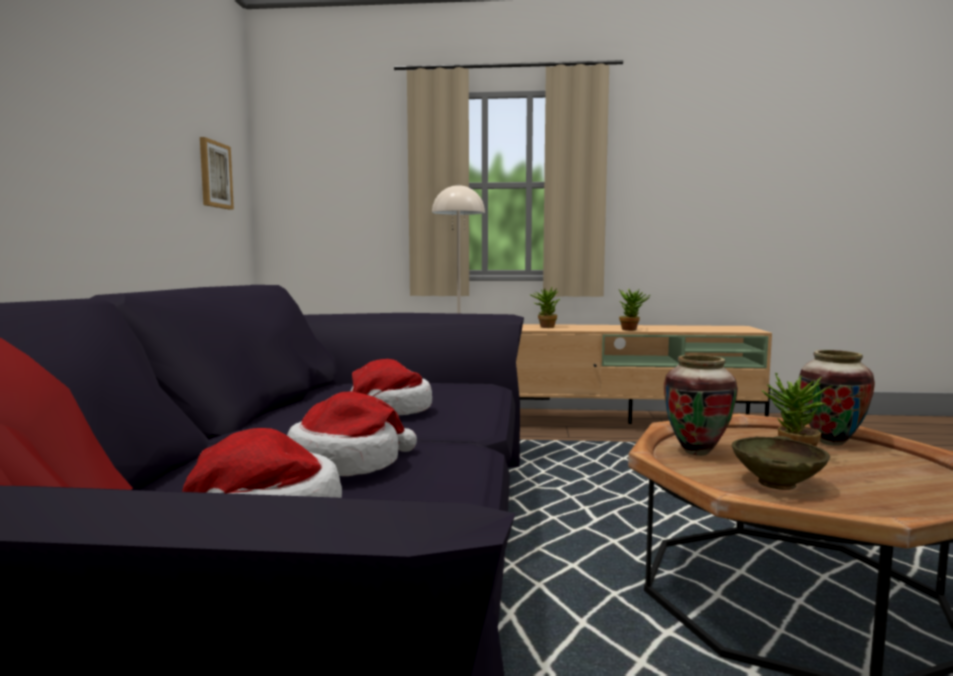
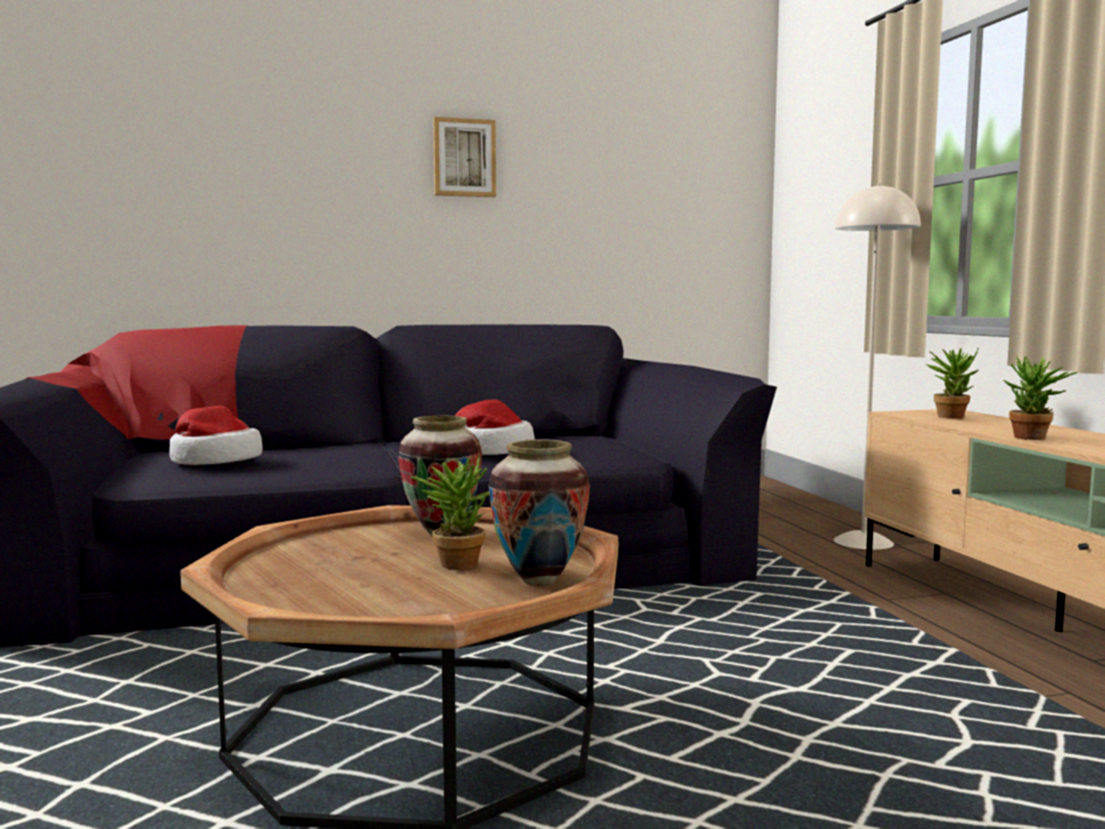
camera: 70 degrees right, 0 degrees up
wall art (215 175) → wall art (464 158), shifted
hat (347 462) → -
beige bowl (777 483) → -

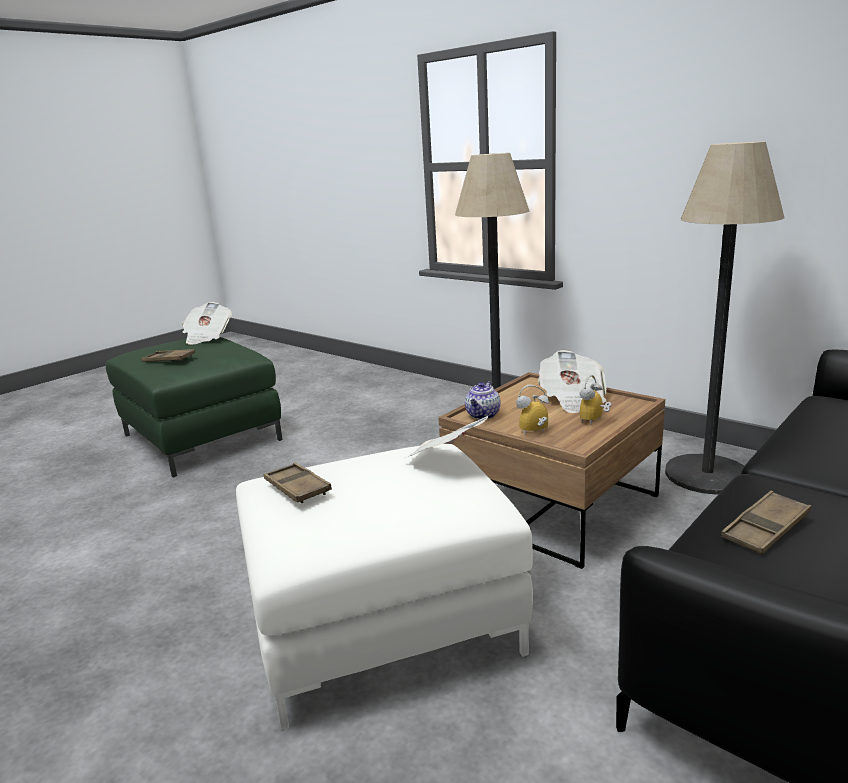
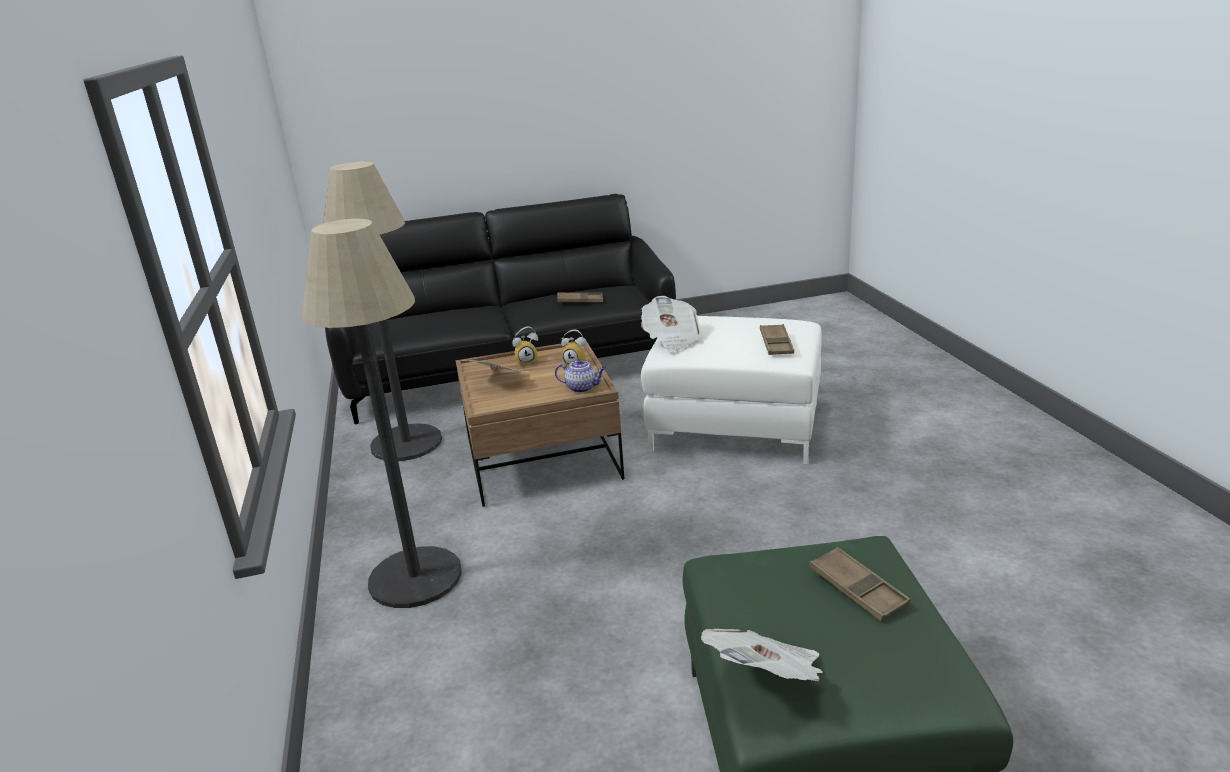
camera: 145 degrees left, 5 degrees up
pot for tea (483 415) → pot for tea (582 388), 45 degrees clockwise

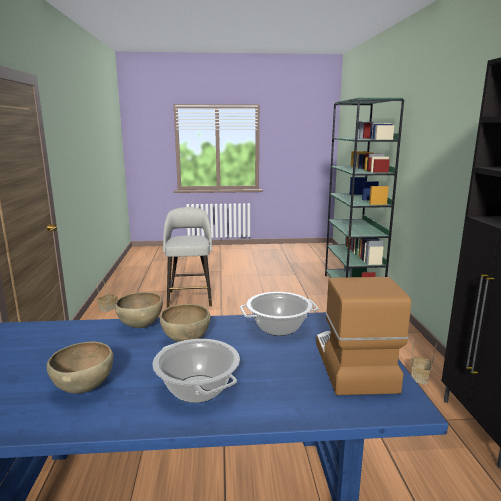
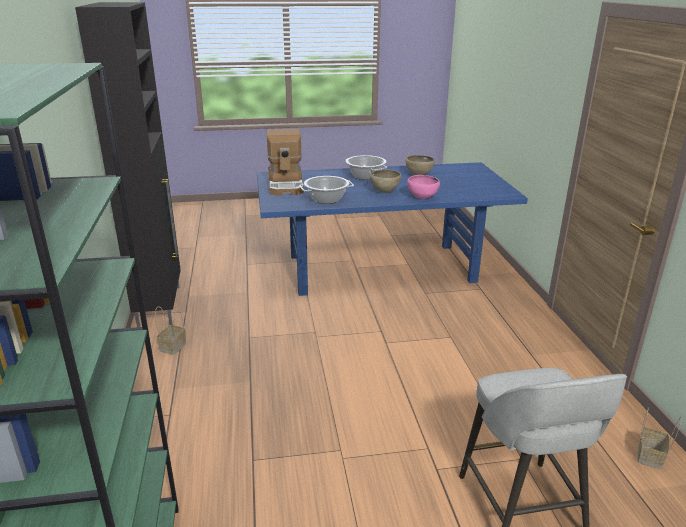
camera: 175 degrees right, 10 degrees up
brownish bowl (141 326) → pinkish bowl (422 198)

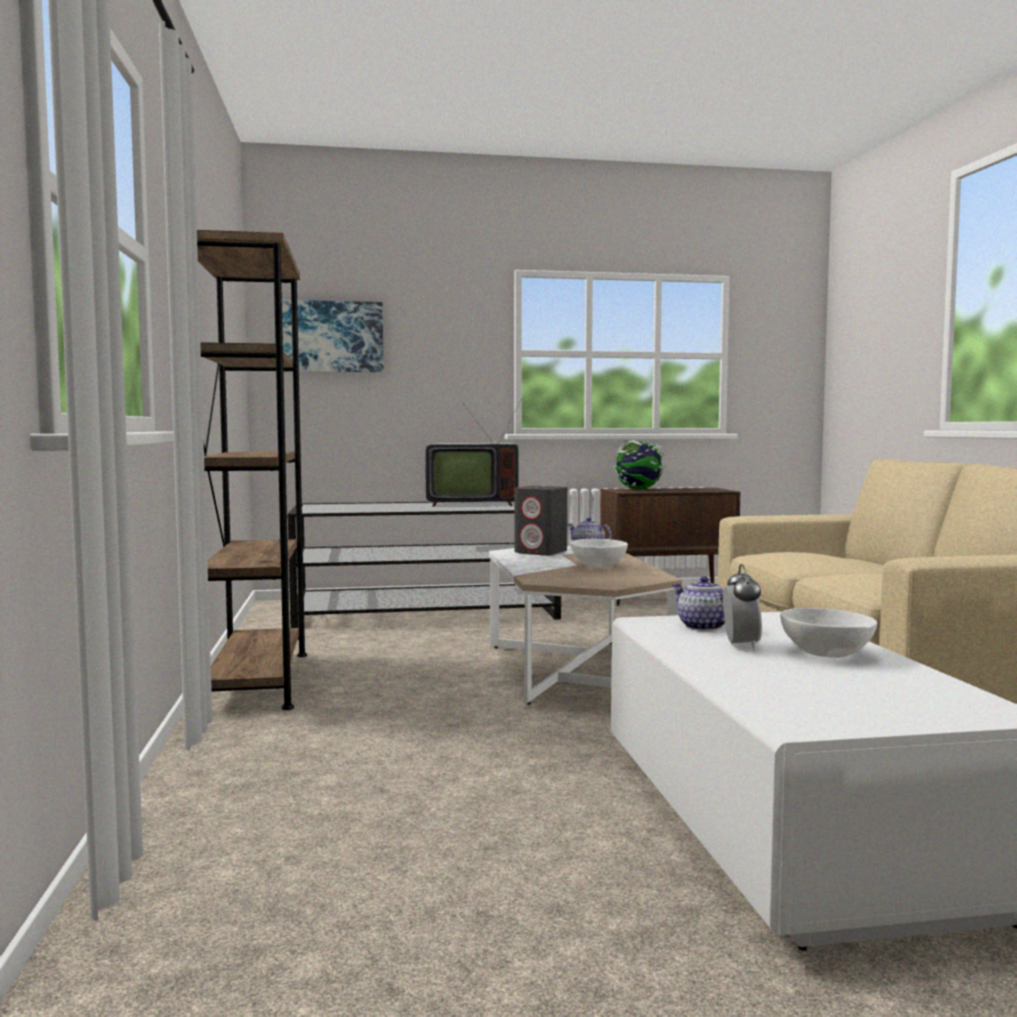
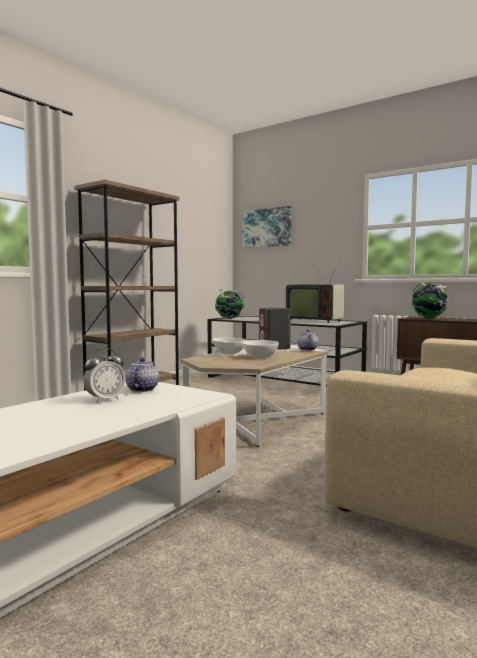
camera: 45 degrees right, 0 degrees up
white bowl (826 653) → white bowl (229 353), shifted
- → globe (229 318)

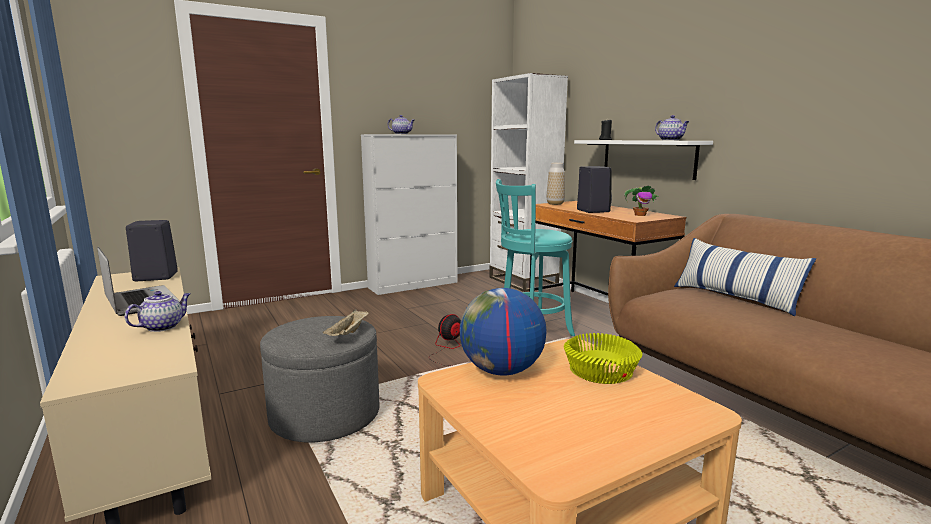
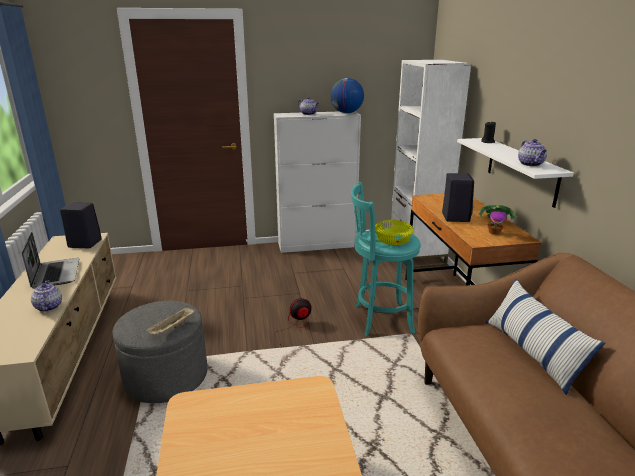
camera: 20 degrees right, 10 degrees up
decorative vase (555 204) → -
globe (501 371) → globe (346 113), shifted
pot for tea (163 327) → pot for tea (48 306), 75 degrees counterclockwise
yellow-coloured bowl (601 372) → yellow-coloured bowl (392 239), shifted

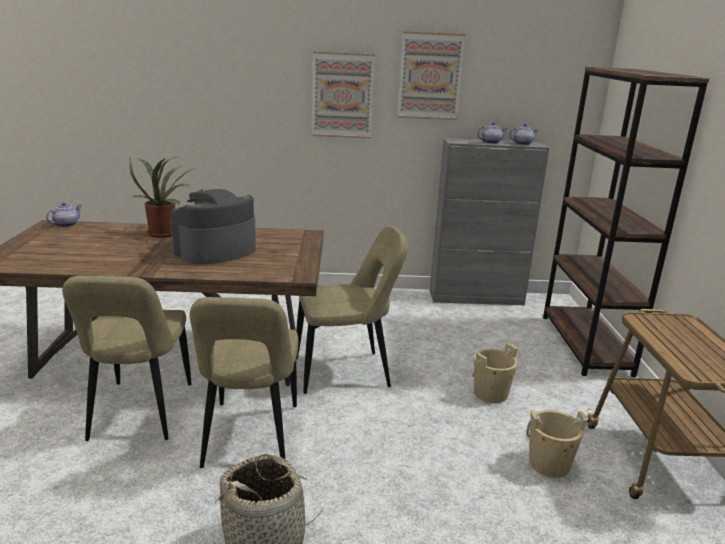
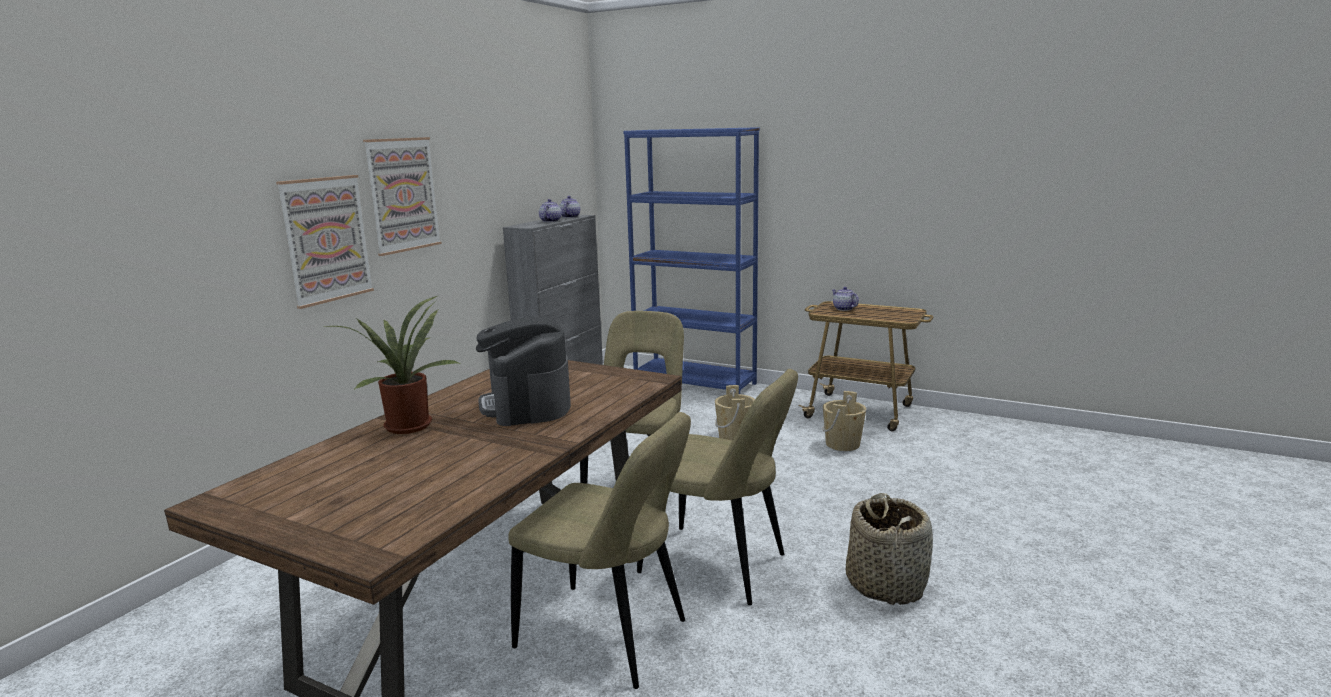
camera: 60 degrees left, 5 degrees down
wall art (430 76) → wall art (326 239), shifted
brownish bookcase (585 345) → bluish bookcase (695 383)
pot for tea (66 224) → pot for tea (843 309), shifted

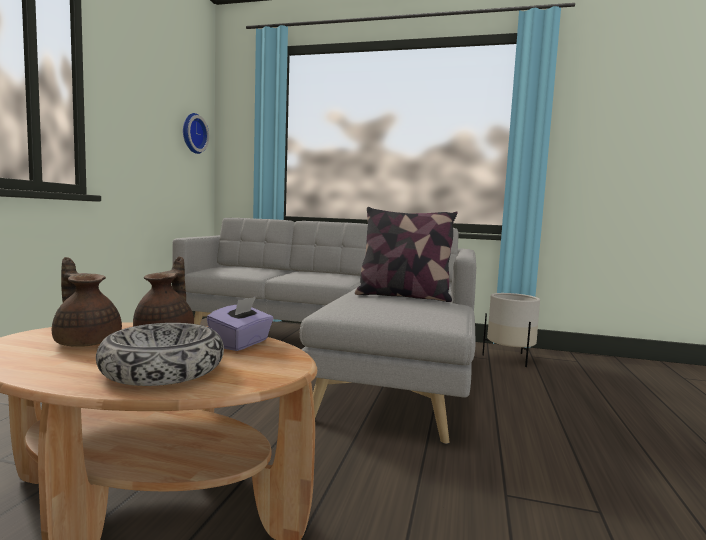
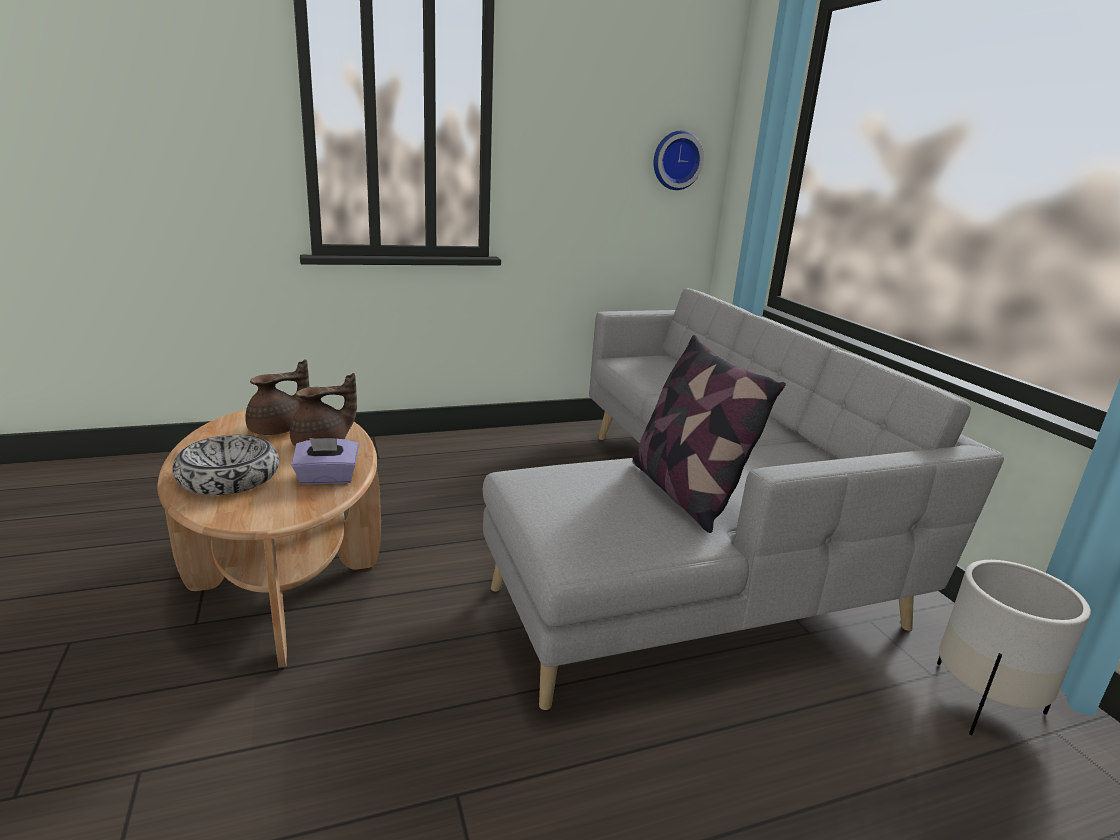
camera: 55 degrees right, 15 degrees up
brownish pot for tea (87 341) → brownish pot for tea (278 430), 45 degrees clockwise

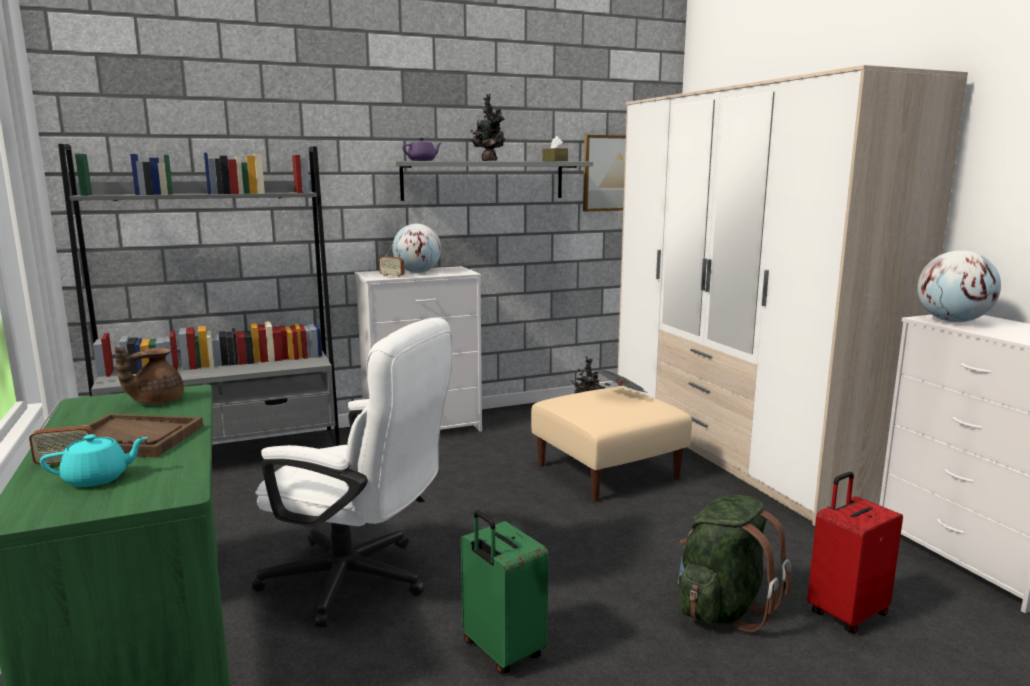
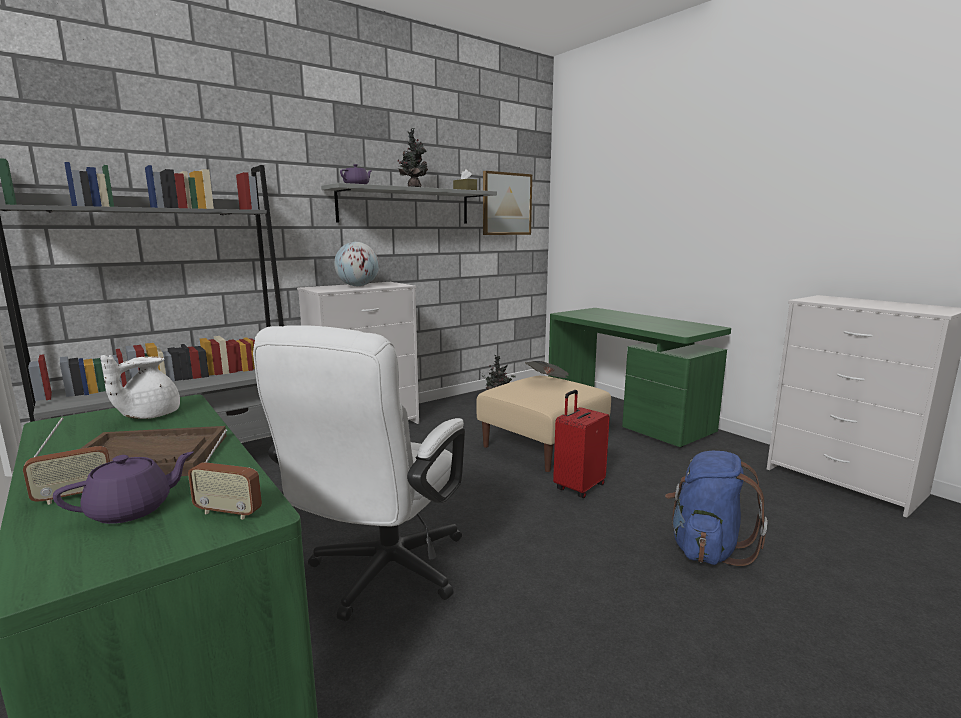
camera: 15 degrees left, 0 degrees up
armoire (736 449) → greenish desk unit (627 418)
radio receiver (392 276) → radio receiver (228 512), shifted
globe (952 321) → -
white desk chair (360 581) → white desk chair (380 576), 105 degrees clockwise
brownish pot for tea (155 401) → white pot for tea (148 415)
blue-green pot for tea (97 478) → purple-coloured pot for tea (132 510)
red piece of luggage (846 613) → red piece of luggage (578 487), shifted
greenish knapsack (723 608) → bluish knapsack (706 548)
greenish piece of luggage (501 651) → -

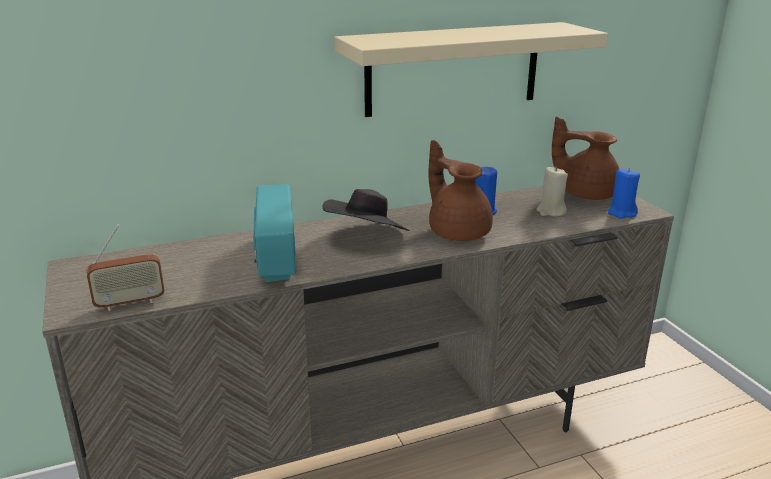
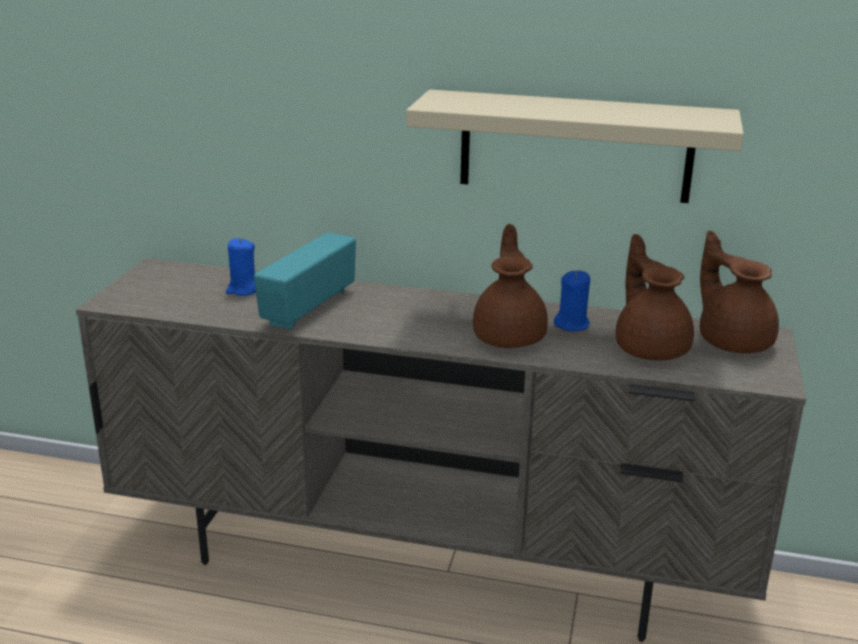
camera: 35 degrees right, 0 degrees up
beige wax candle (551 211) → brownish pot for tea (650 347)
bluish wax candle (621 213) → bluish wax candle (243 290), shifted
blackish hat (366 237) → -
radio receiver (130 303) → -

